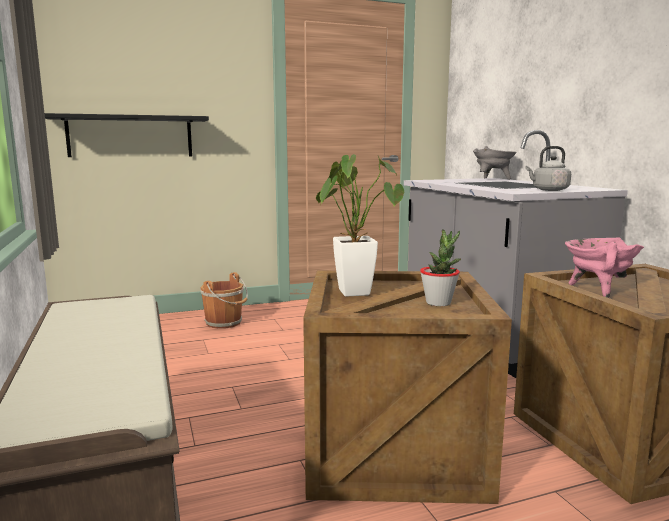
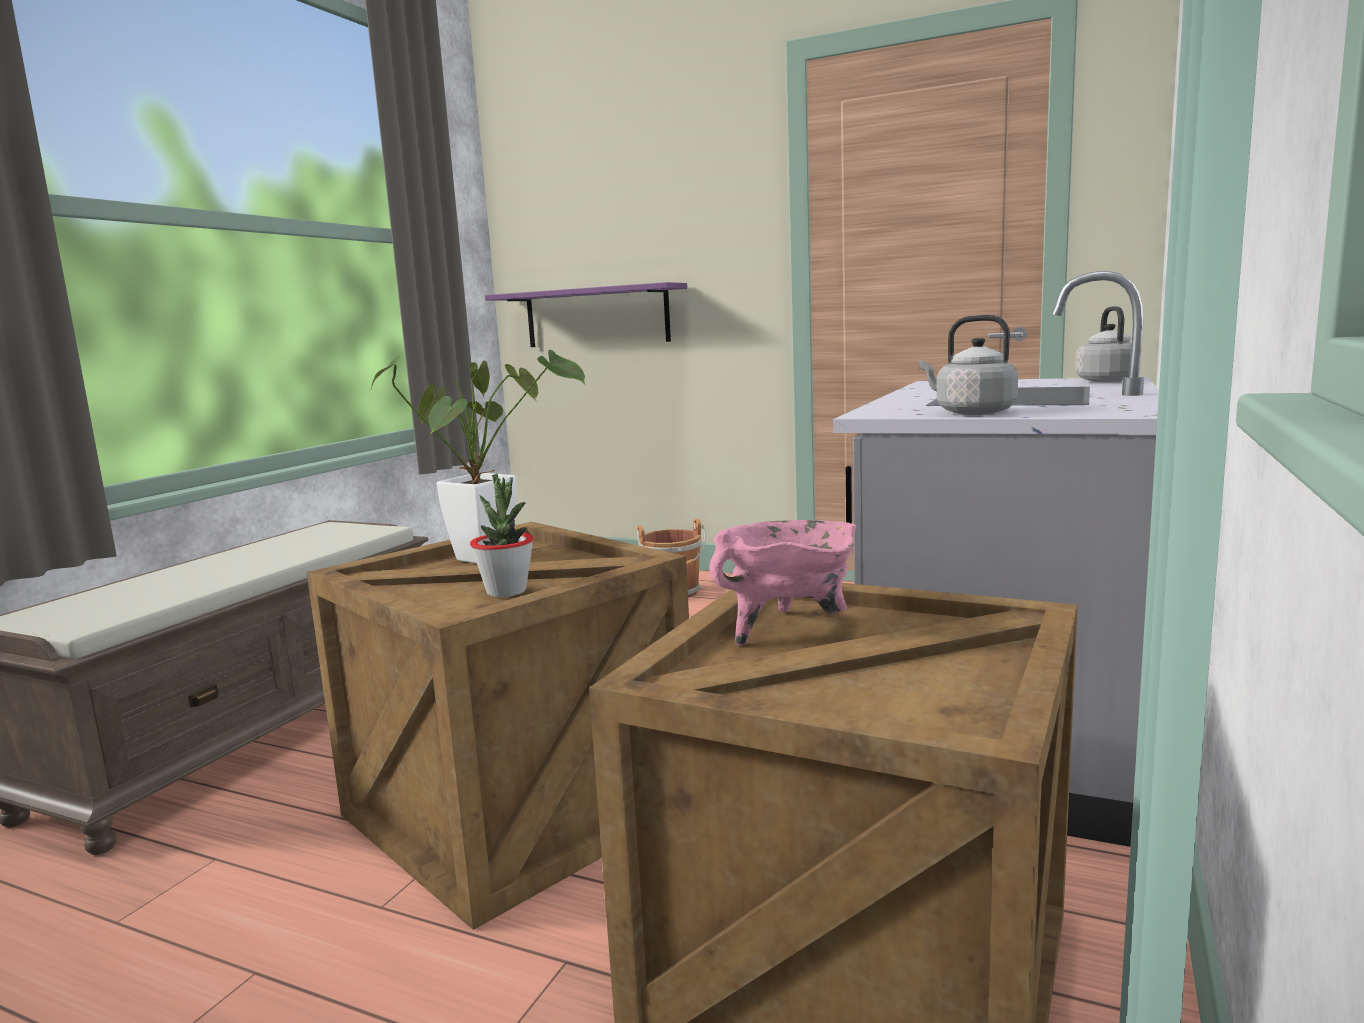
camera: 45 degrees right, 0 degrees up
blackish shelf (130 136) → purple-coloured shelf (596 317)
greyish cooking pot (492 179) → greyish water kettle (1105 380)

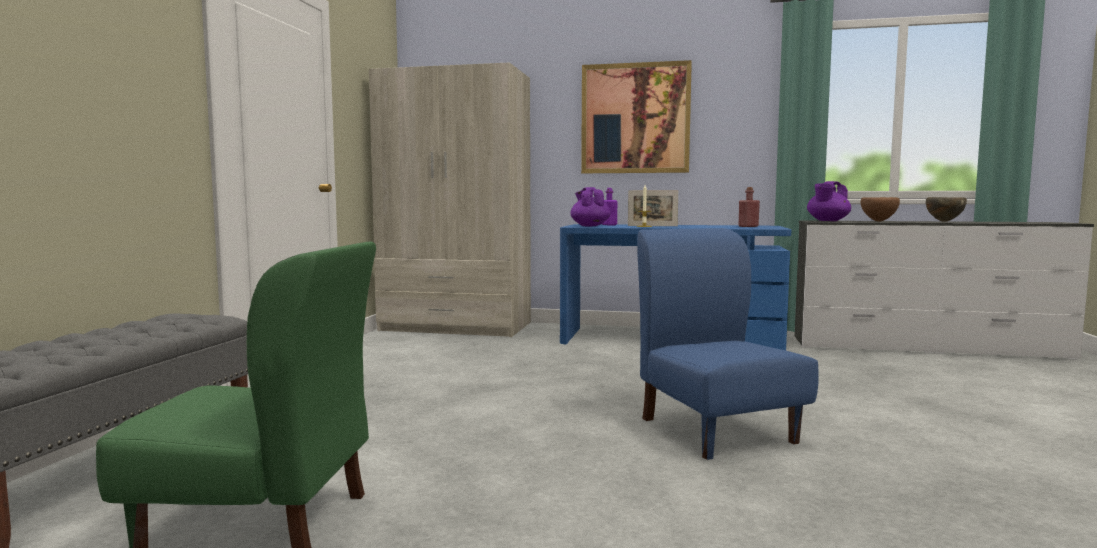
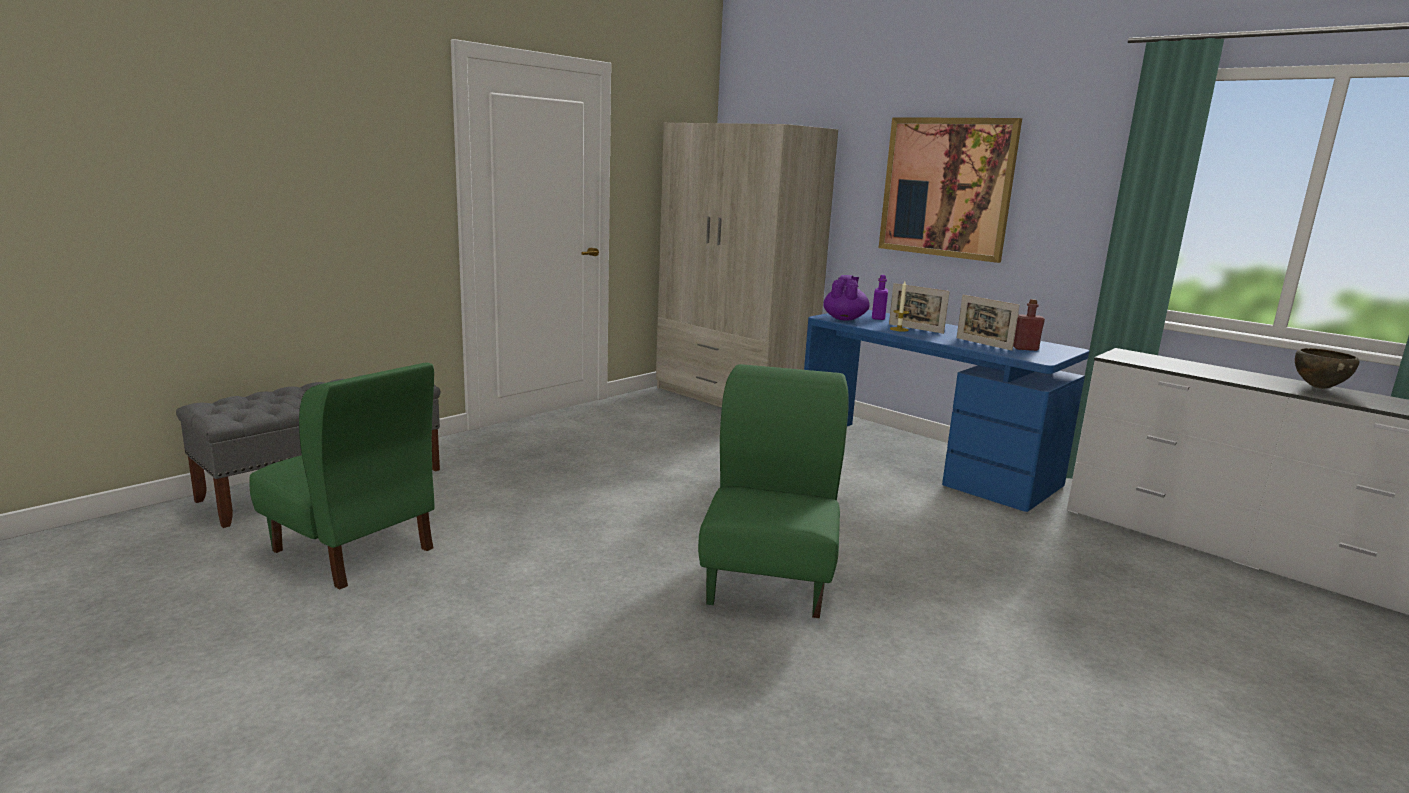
camera: 30 degrees right, 10 degrees up
purple-coloured pot for tea (827 221) → -
brownish bowl (879 221) → -
bluish chair (716 429) → greenish chair (769 579)
- → picture frame (983 344)

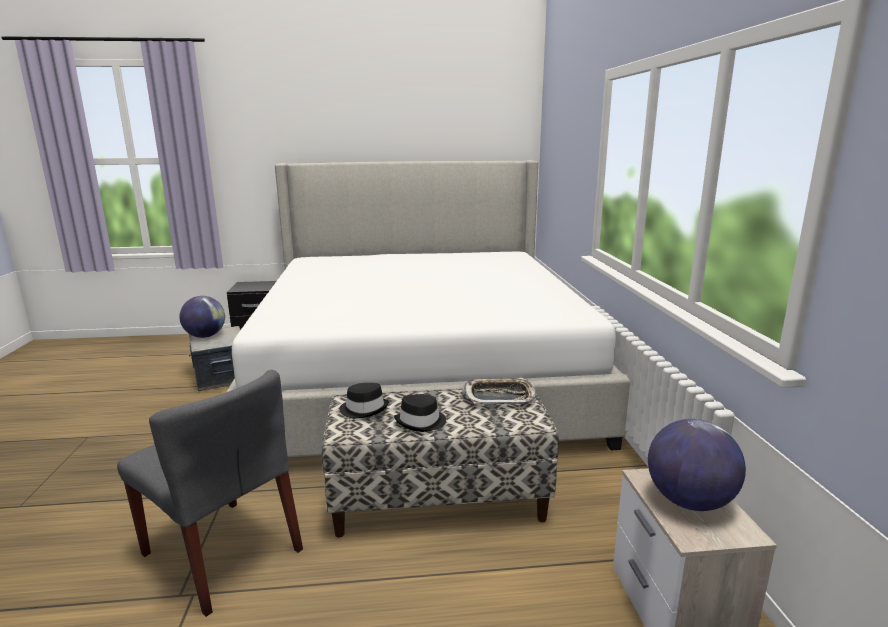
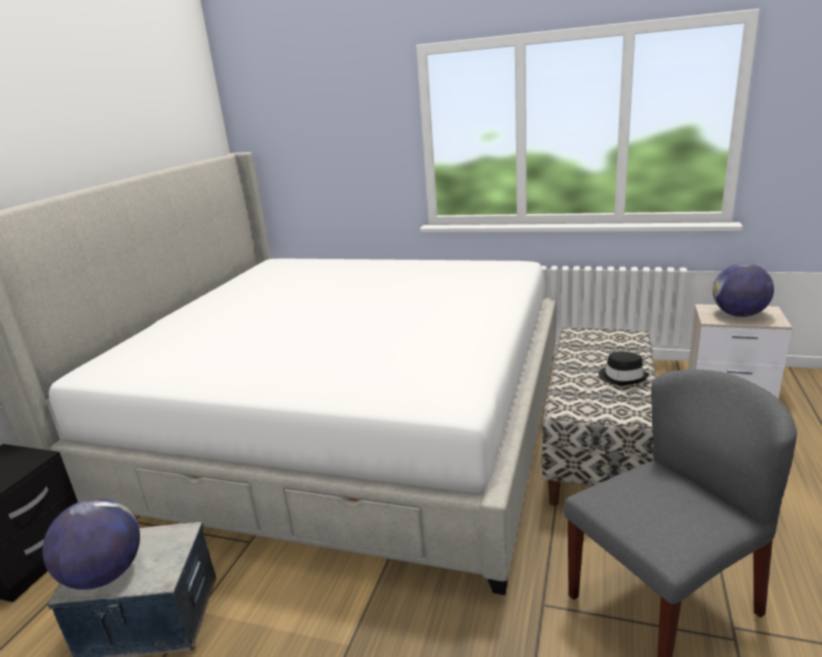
camera: 65 degrees left, 5 degrees up
serving tray (499 396) → -
blackish hat (364 409) → -

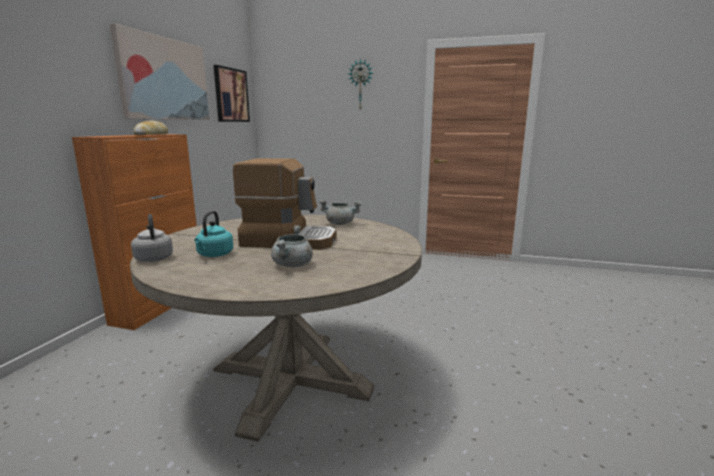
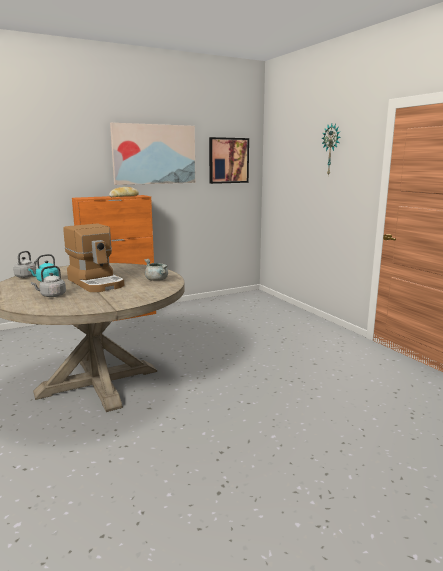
camera: 45 degrees right, 0 degrees up
greyish cooking pot (292 265) → greyish water kettle (51 295)

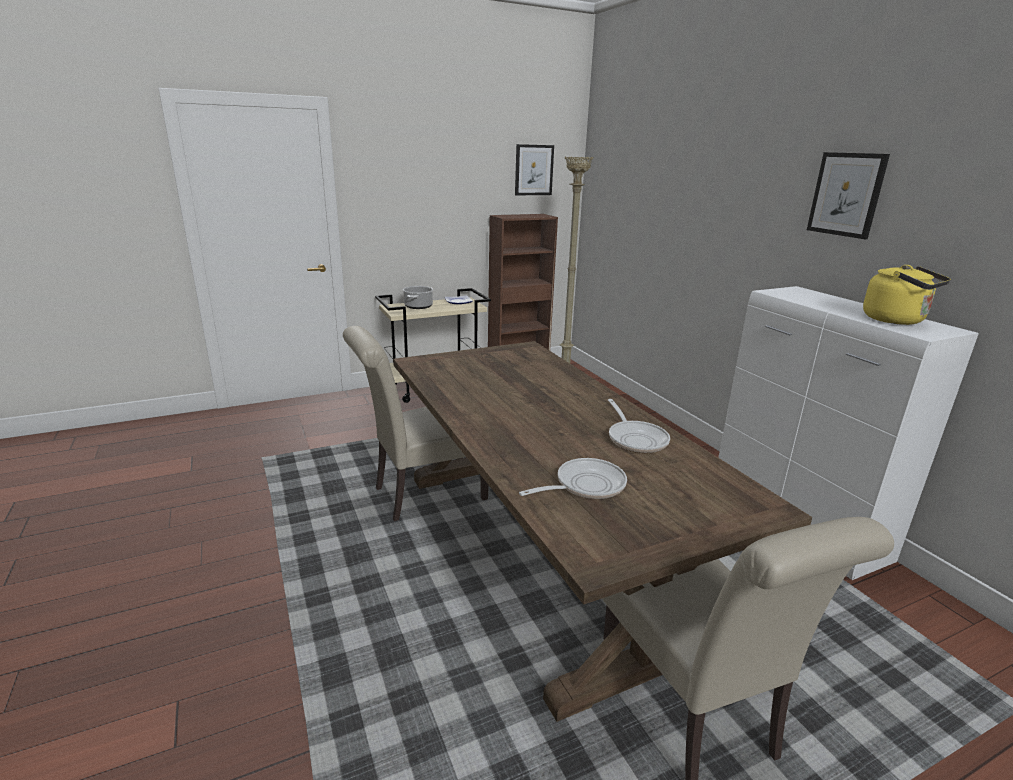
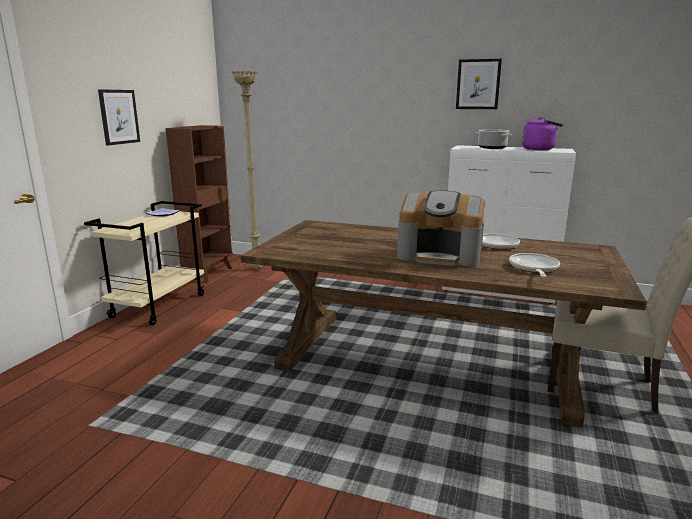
camera: 45 degrees left, 5 degrees down
wall art (533 170) → wall art (119 117), shifted
yellow-coloured water kettle (897 320) → purple-coloured water kettle (540 149)
cooking pot (418 306) → cooking pot (491 148), shifted
beige chair (423 495) → -
- → coffee machine (440 255)

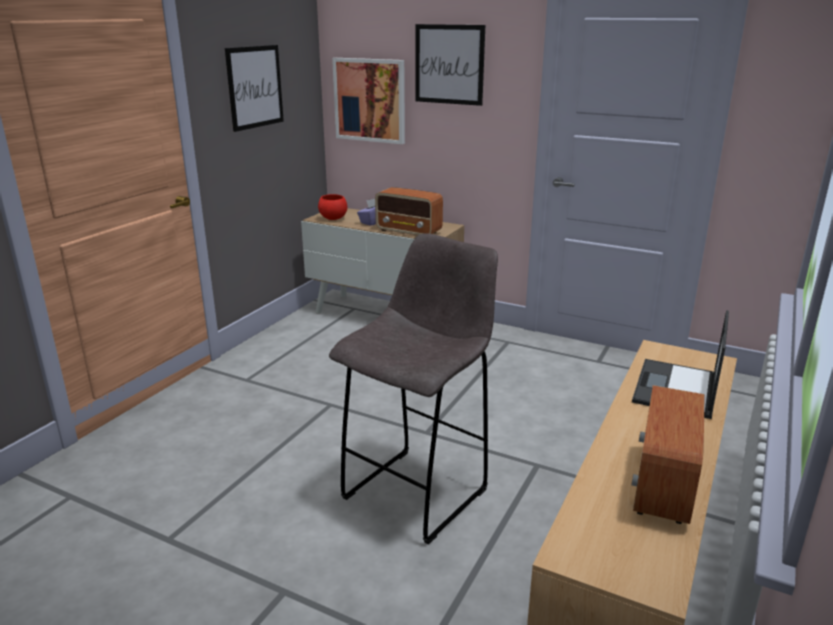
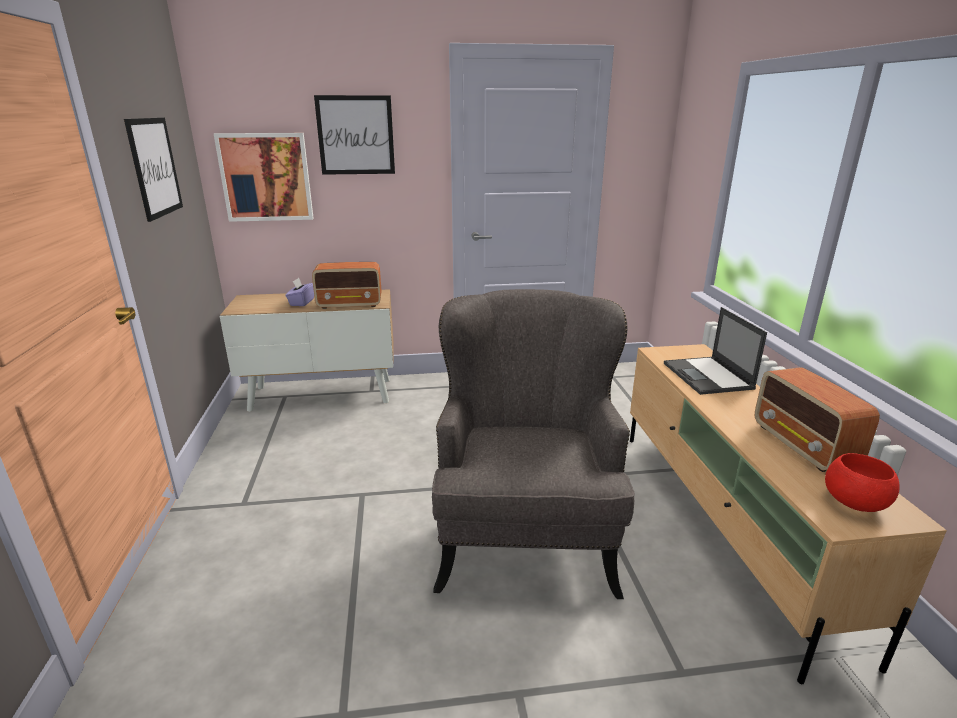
camera: 35 degrees left, 0 degrees up
red bowl (333 219) → red bowl (854 504), shifted
greyish stool seat (418 491) → greyish easy chair (525 538)

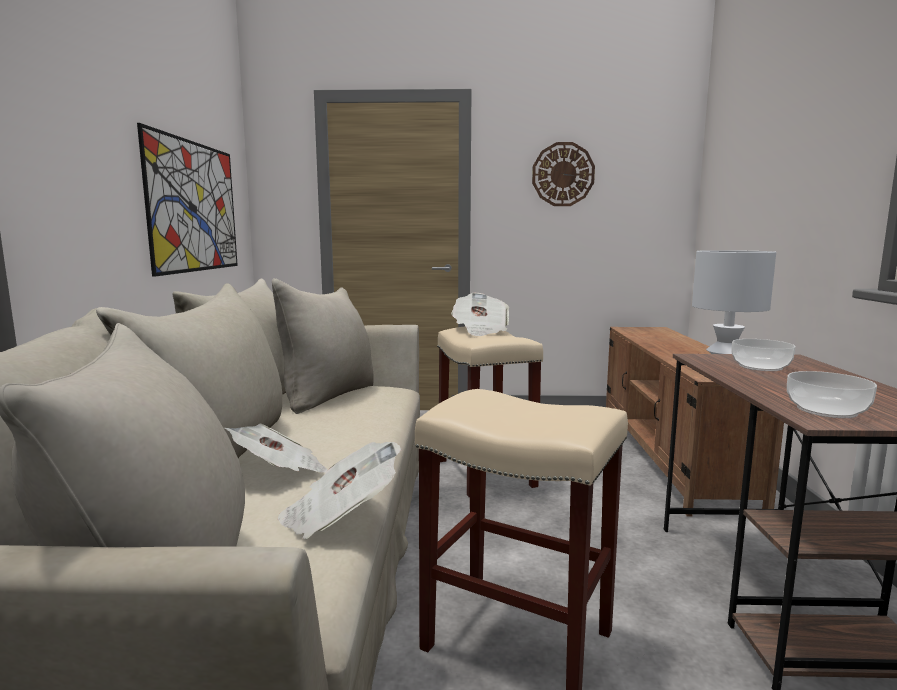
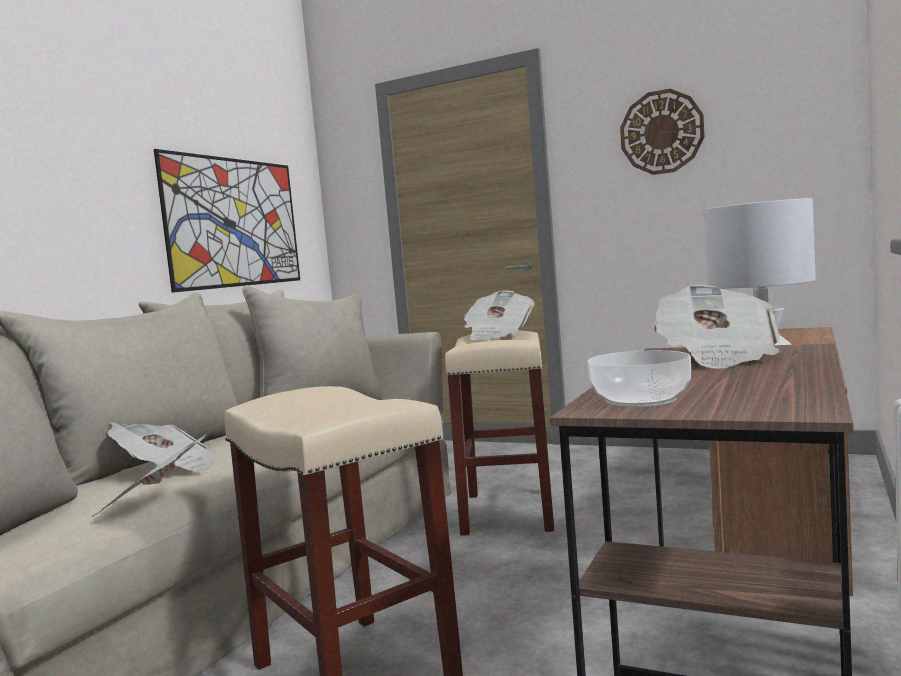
camera: 25 degrees right, 5 degrees down
bowl (761 367) → newspaper (717 358)

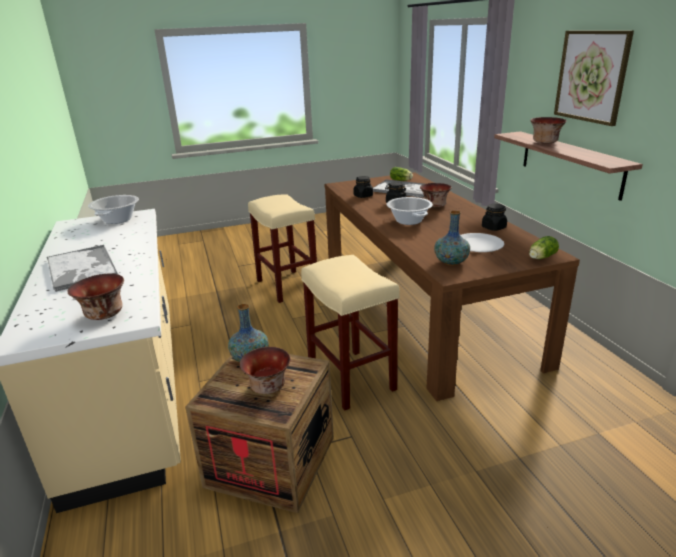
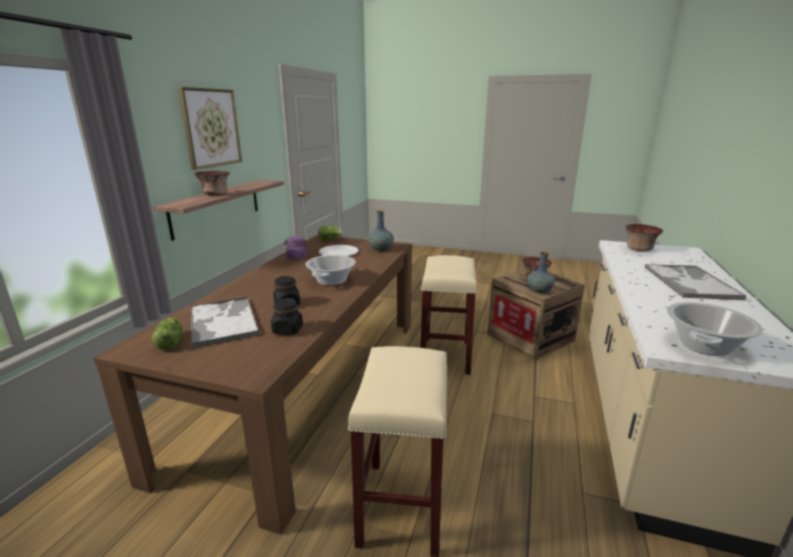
camera: 145 degrees left, 5 degrees down
bowl (434 206) → -
blackish preserve jar (493 227) → purple-coloured preserve jar (296 257)

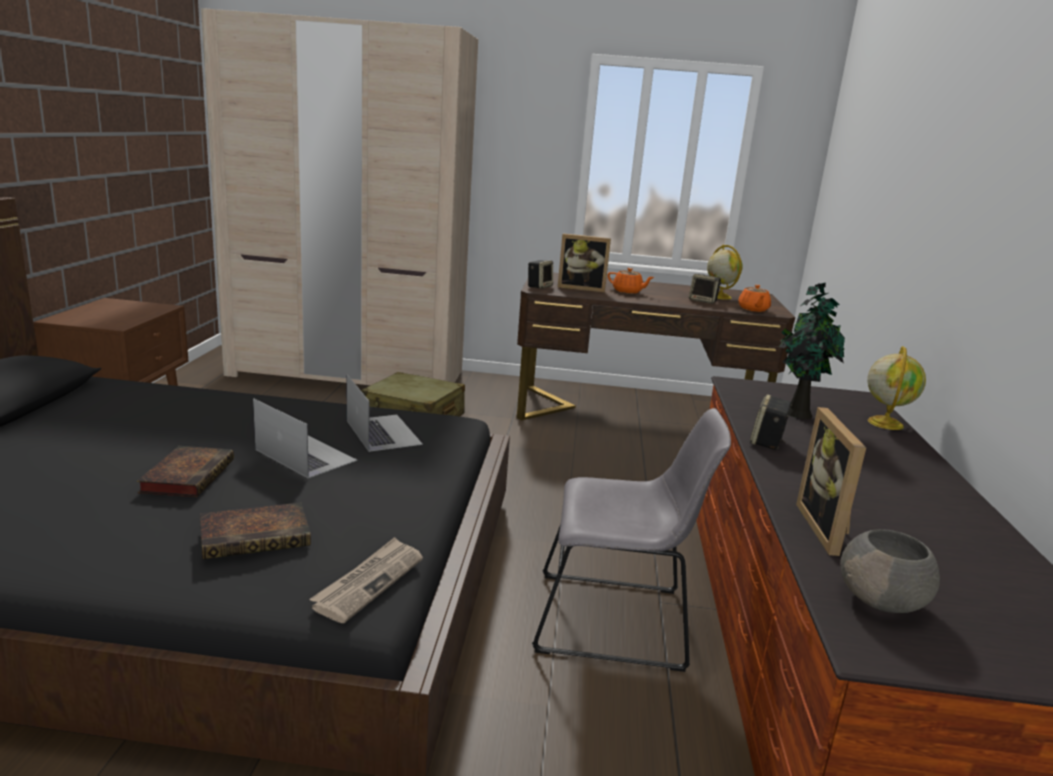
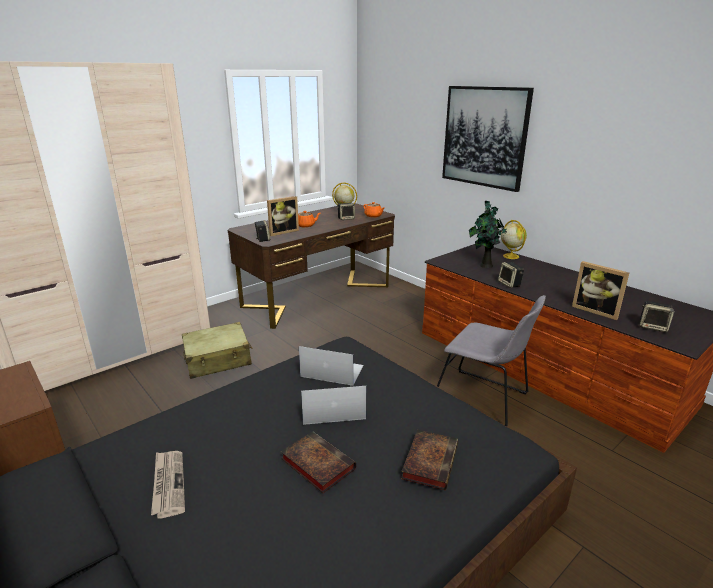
camera: 45 degrees left, 5 degrees up
greyish chair (618 621) → greyish chair (484 399), 75 degrees clockwise
greyish bowl (882 600) → speaker (653 327)
newspaper (369 582) → newspaper (168 484), shifted
- → wall art (484 137)

